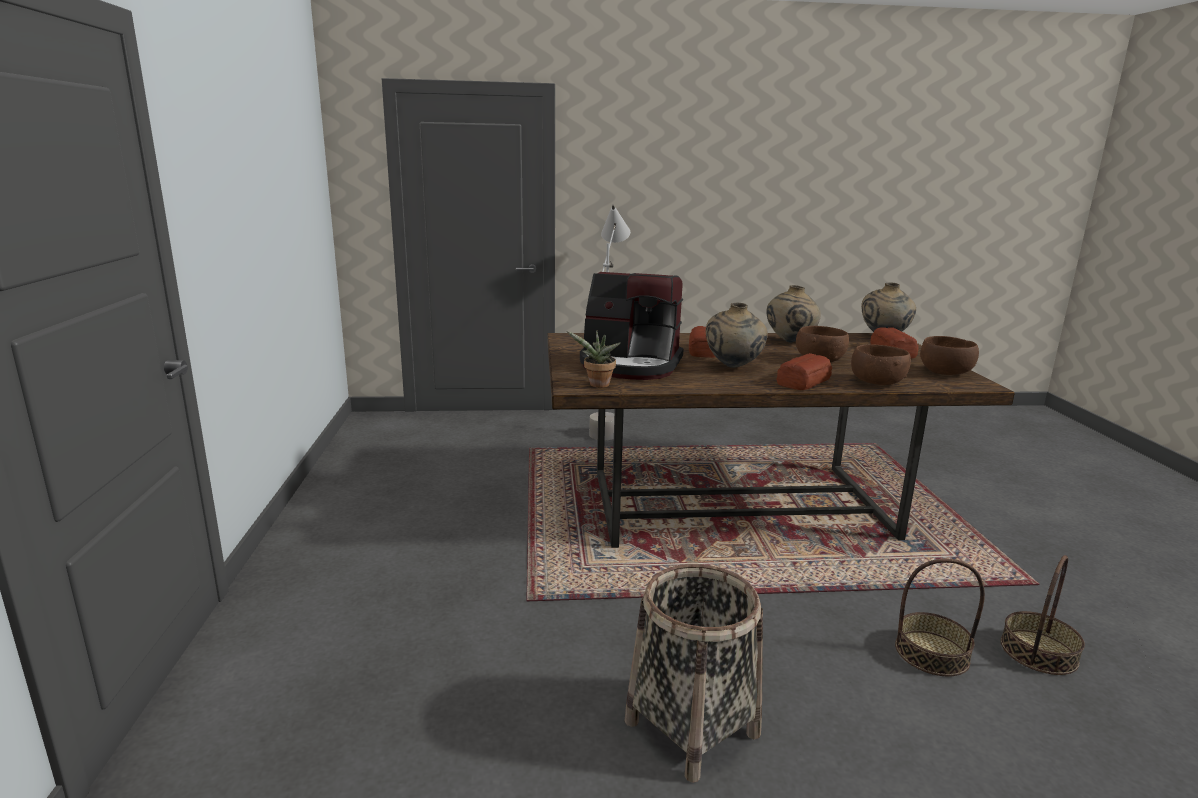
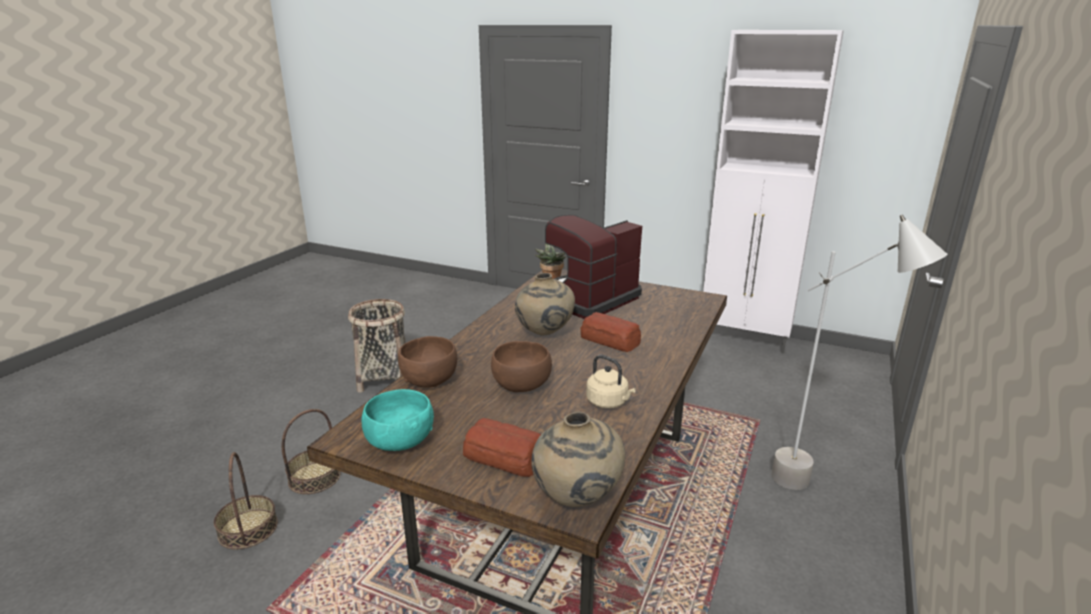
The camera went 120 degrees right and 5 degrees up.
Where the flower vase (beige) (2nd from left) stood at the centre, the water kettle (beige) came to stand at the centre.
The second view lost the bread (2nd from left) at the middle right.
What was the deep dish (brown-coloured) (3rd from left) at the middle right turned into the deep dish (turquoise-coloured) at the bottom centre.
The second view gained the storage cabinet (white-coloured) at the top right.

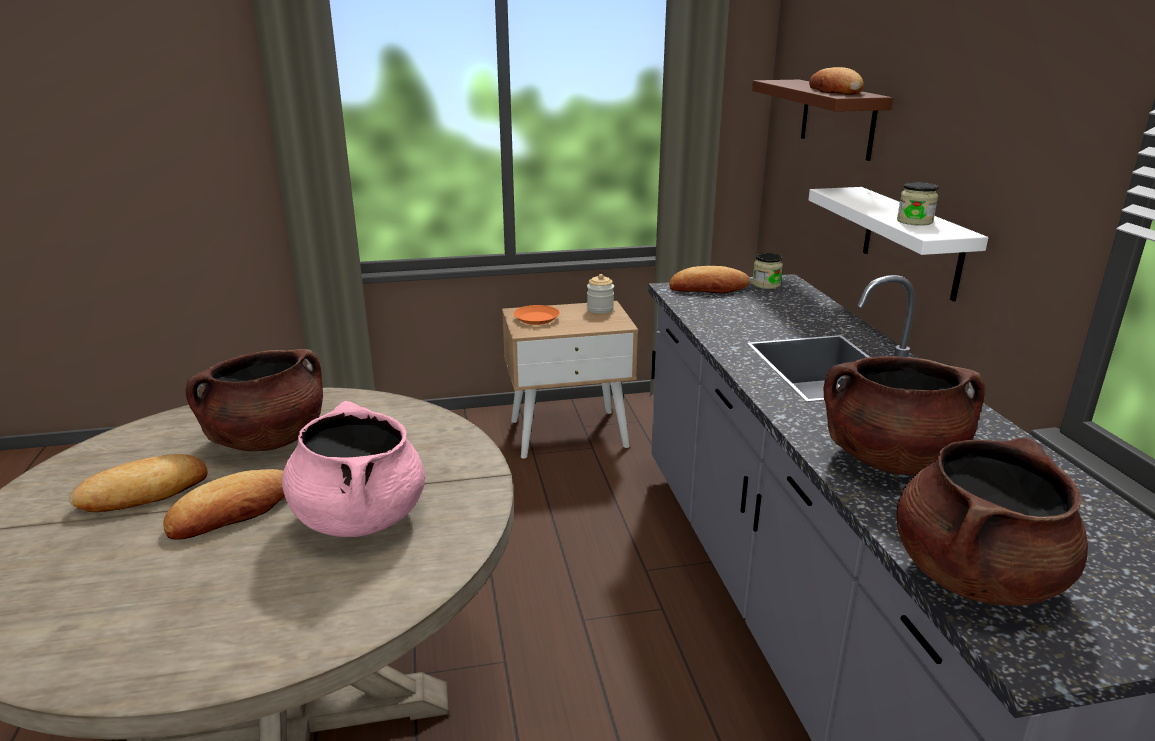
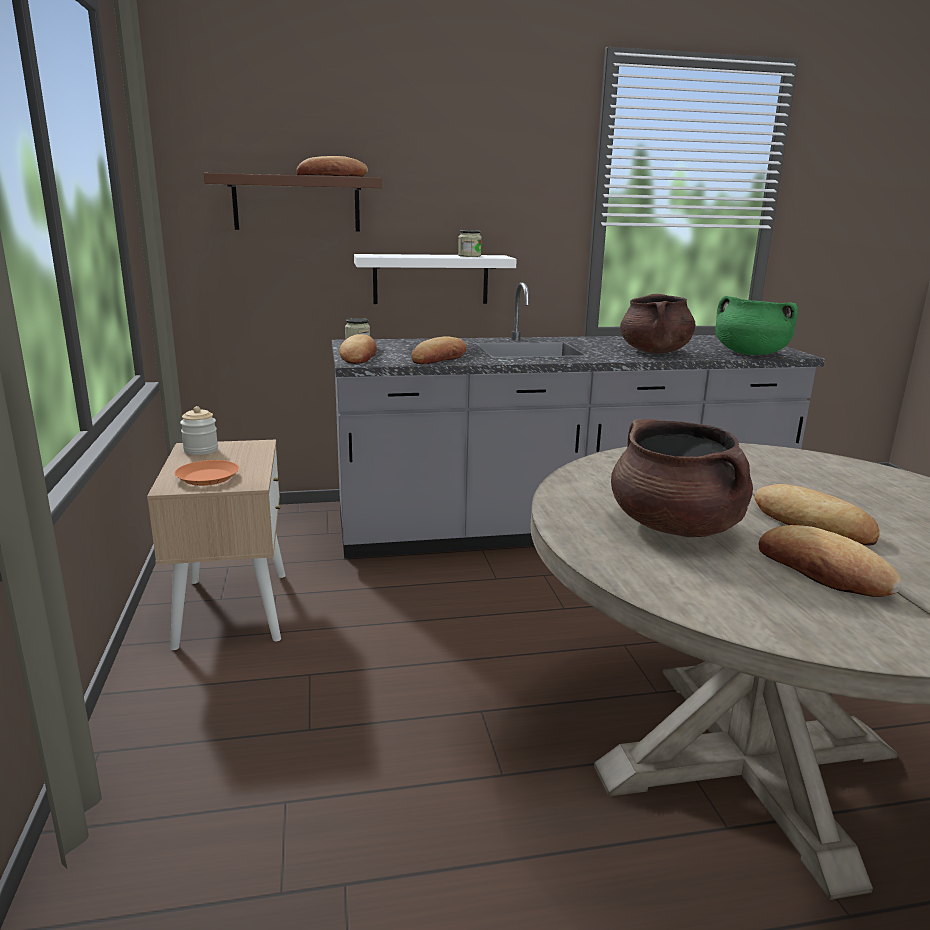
The camera went 90 degrees left and 5 degrees down.
The second view lost the stockpot (pink-coloured) at the middle left.
What was the stockpot (brown-coloured) (3rd from left) at the bottom right turned into the stockpot (greenish) at the middle right.
The second view gained the bread (3rd from left) at the centre.

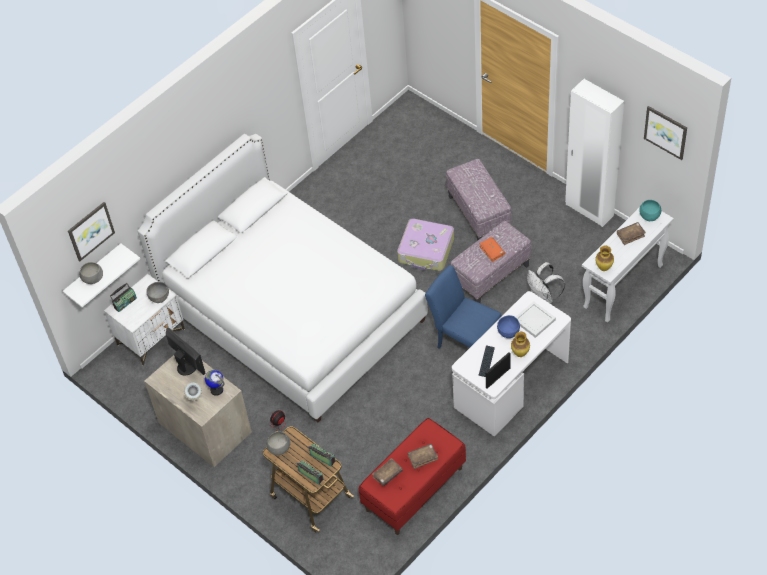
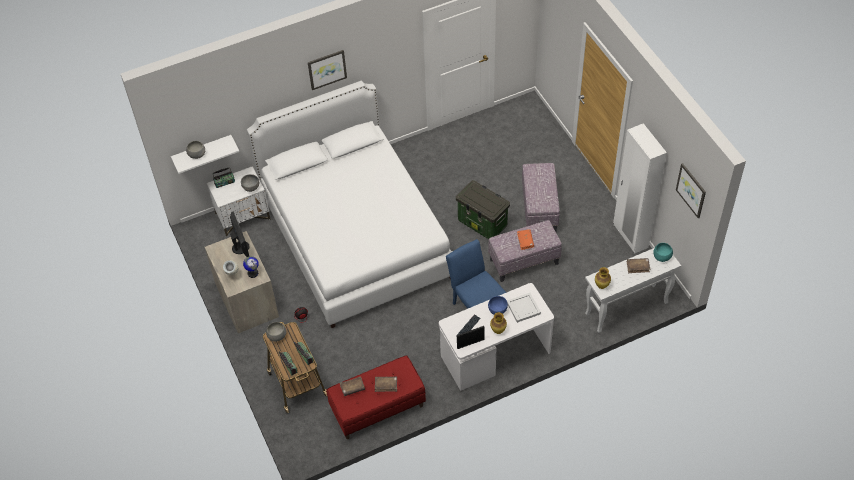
The camera went 20 degrees right and 0 degrees up.
The picture (1st from left) ended up elsewhere, having gone from the middle left to the top centre.
Where the piece of luggage stood at the centre, the storage bin came to stand at the centre.
The second view lost the backpack (white-coloured) at the middle right.

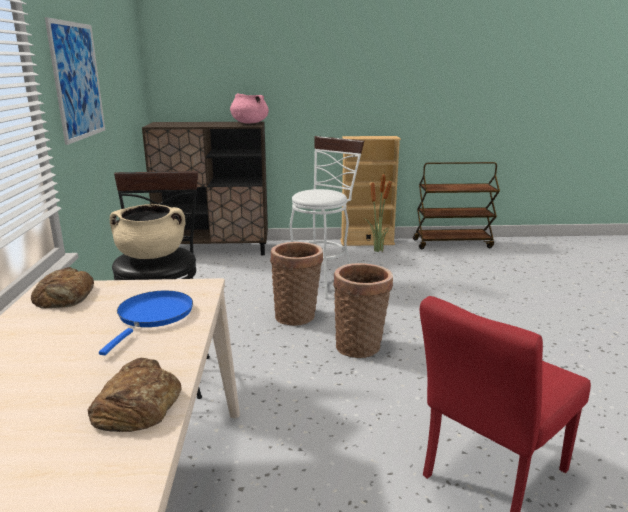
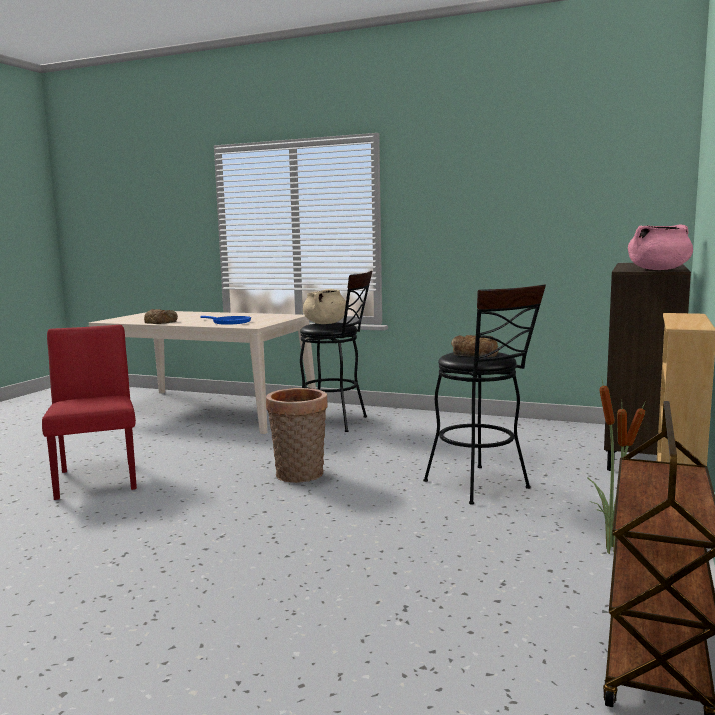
The camera went 115 degrees right and 10 degrees down.
The bread (1st from left in the first image) ended up elsewhere, having gone from the middle left to the centre.
The second view lost the picture at the top left.
The second view lost the basket (1st from left) at the centre.
What was the stool (white-coloured) at the centre turned into the stool (blackish) (2nd from left) at the middle right.

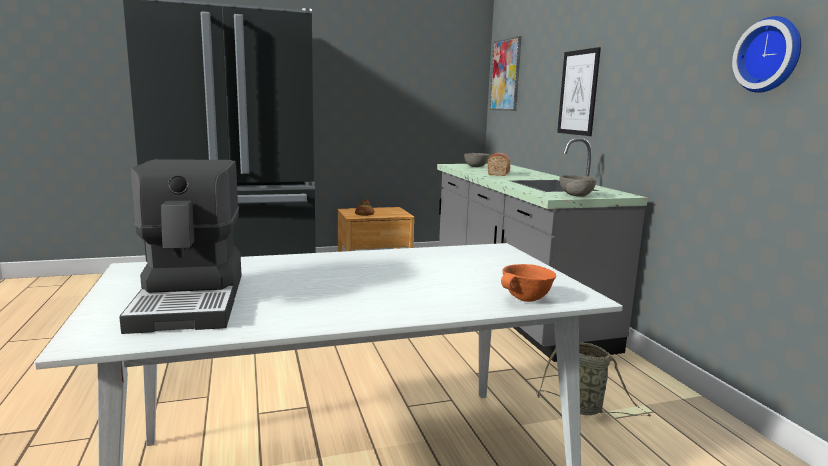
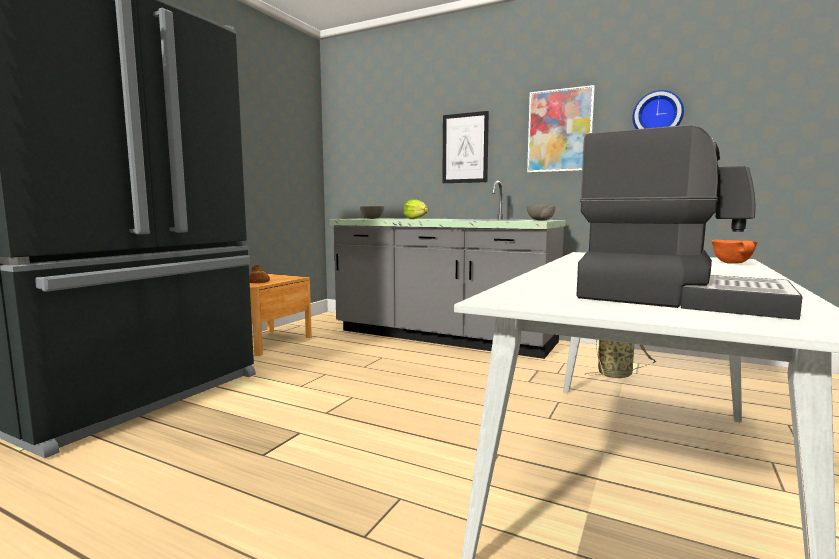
The camera went 45 degrees left and 5 degrees down.
Where the bread (2nd from left) stood at the centre, the lettuce came to stand at the centre.
The picture (1st from left in the first image) ended up elsewhere, having gone from the top centre to the top right.

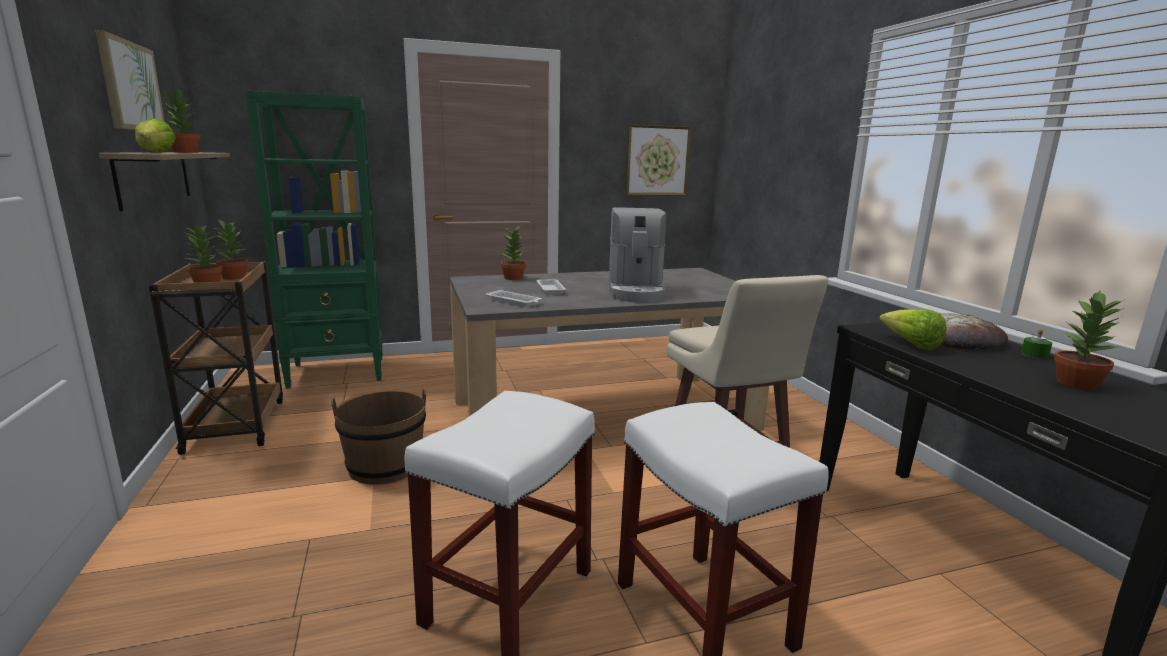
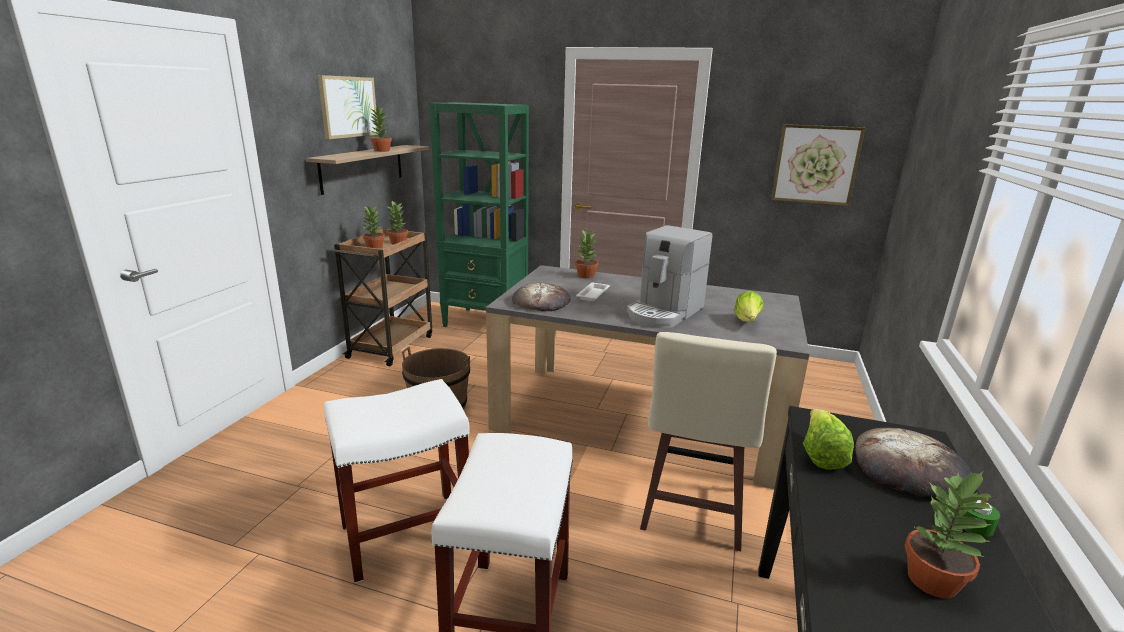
The camera went 35 degrees right and 5 degrees up.
The lettuce (1st from left) ended up elsewhere, having gone from the top left to the centre.
Where the carrying tray (white-coloured) (1st from left) stood at the centre, the bread (1st from left) came to stand at the centre.

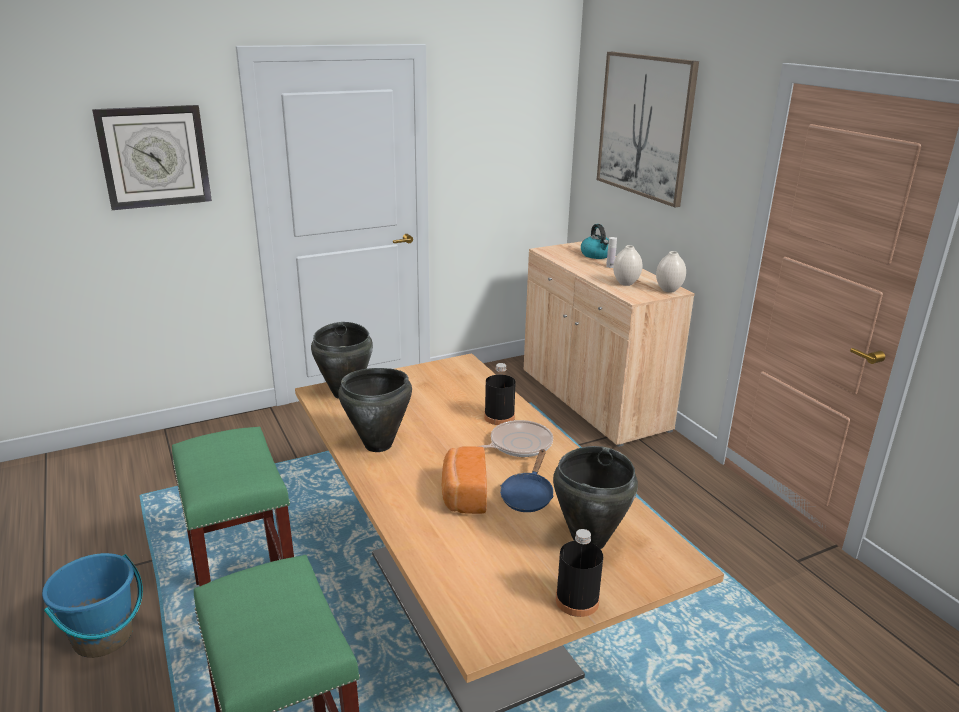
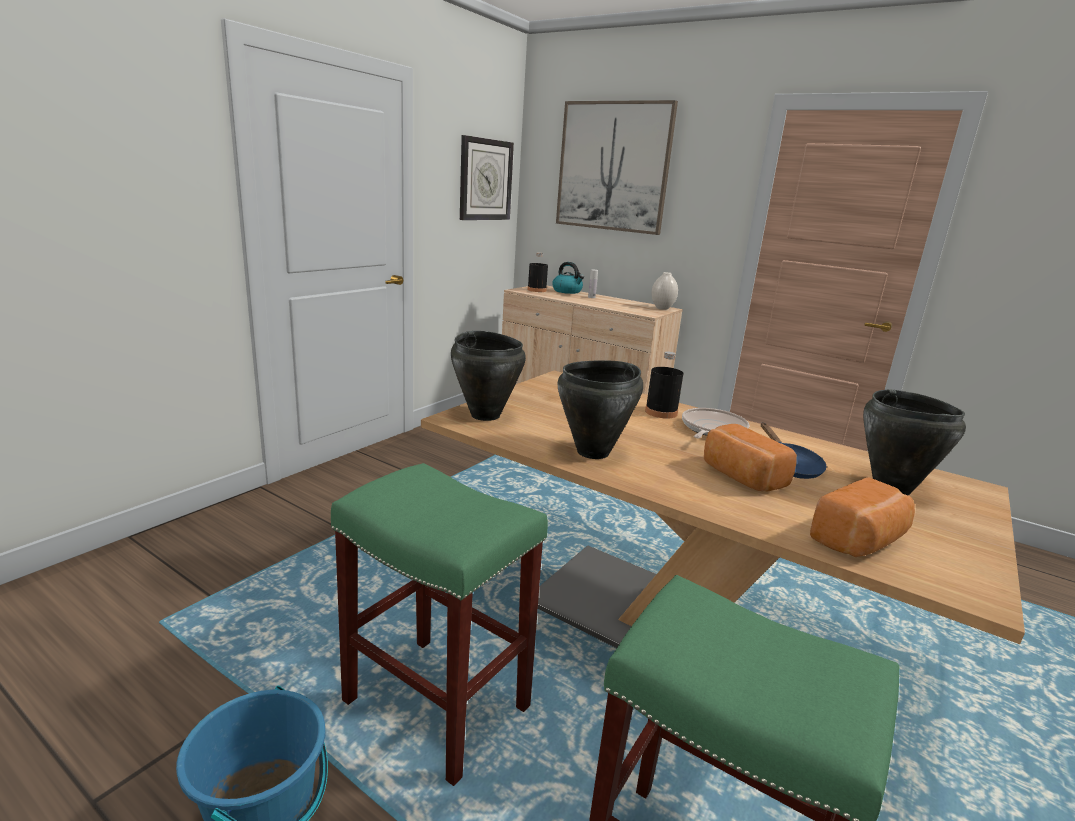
The camera went 30 degrees left and 5 degrees down.
The hanging clock ended up elsewhere, having gone from the top left to the top centre.
The drink bottle (blackish) (2nd from left in the first image) ended up elsewhere, having gone from the bottom centre to the top centre.
The second view lost the flower vase (white-coloured) (1st from left) at the centre.
The second view gained the bread (2nd from left) at the middle right.

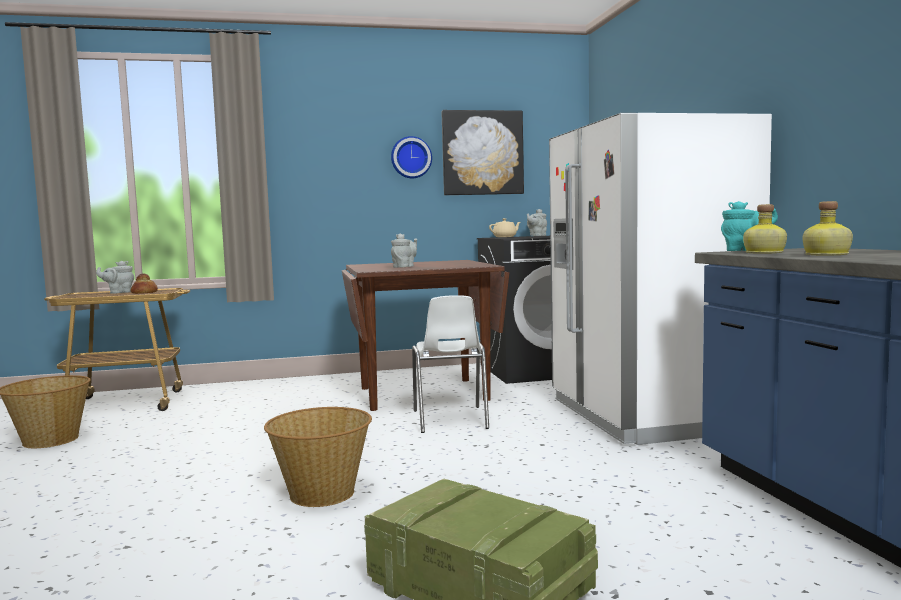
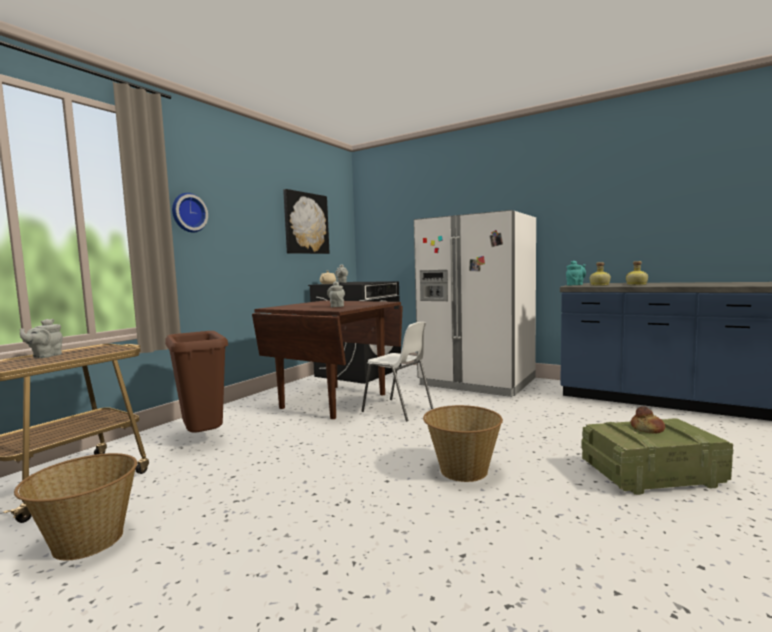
The camera went 45 degrees left and 0 degrees up.
The bread ended up elsewhere, having gone from the middle left to the middle right.
The hanging clock ended up elsewhere, having gone from the top centre to the middle left.
The second view gained the waste bin (brown-coloured) at the middle left.

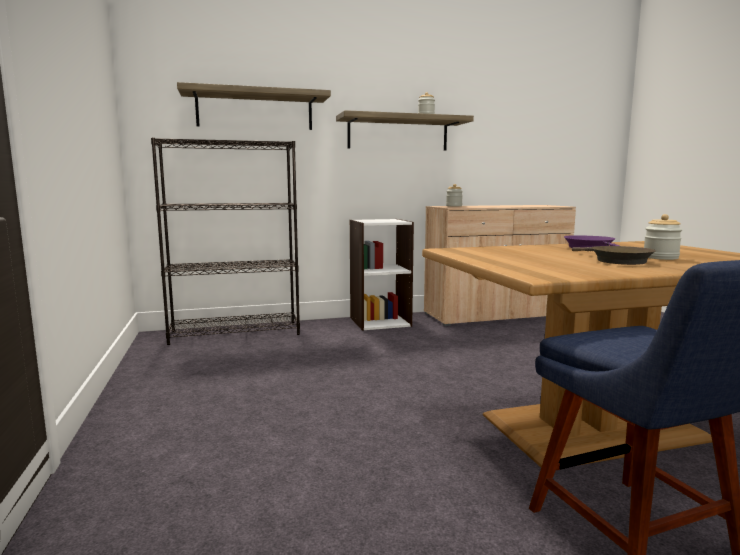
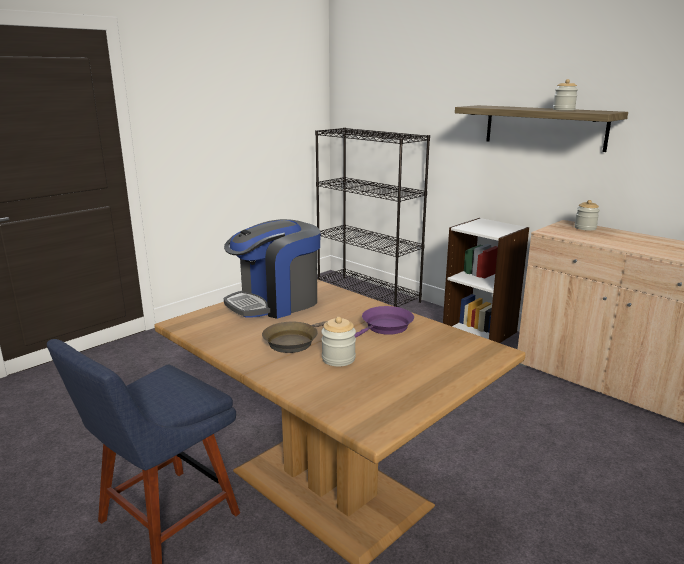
The camera went 60 degrees right and 10 degrees up.
The second view lost the wall shelf (1st from left) at the top centre.
The second view gained the coffee machine at the centre.

